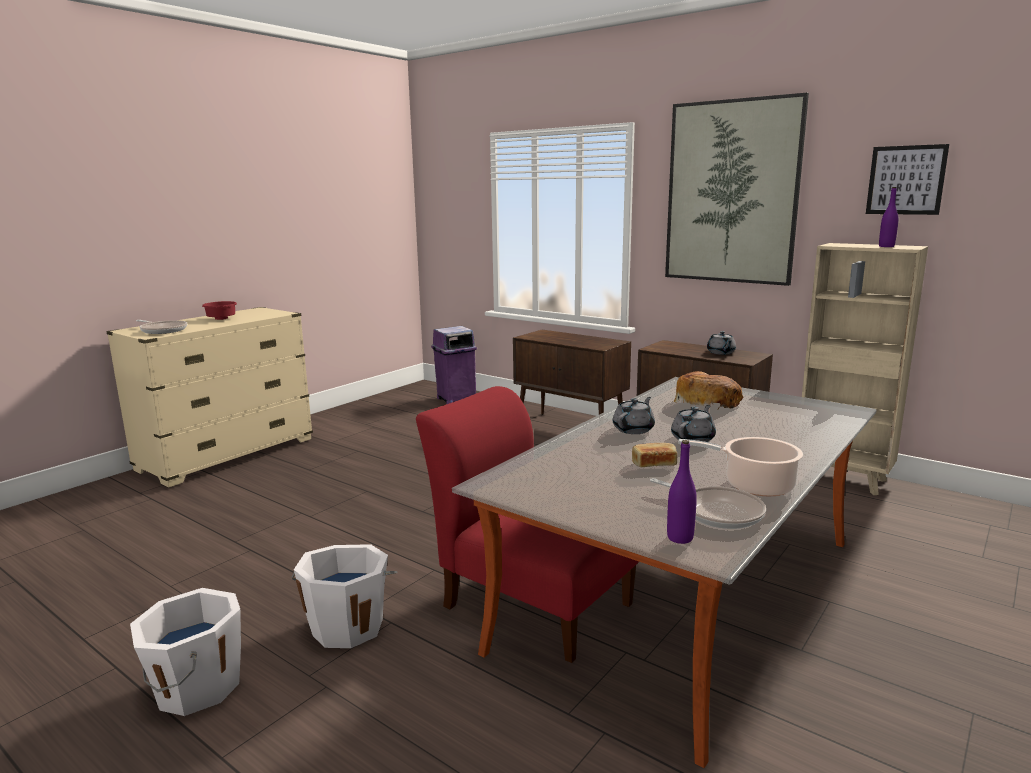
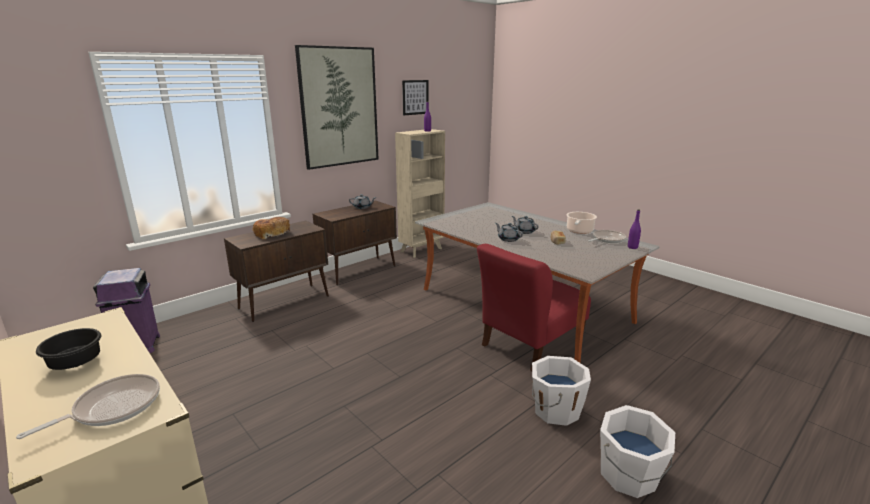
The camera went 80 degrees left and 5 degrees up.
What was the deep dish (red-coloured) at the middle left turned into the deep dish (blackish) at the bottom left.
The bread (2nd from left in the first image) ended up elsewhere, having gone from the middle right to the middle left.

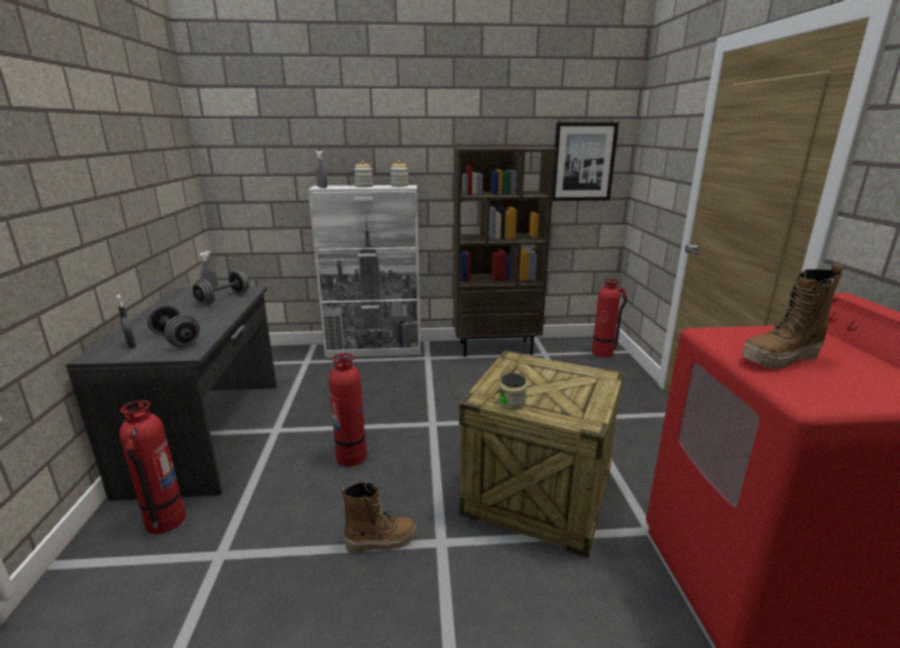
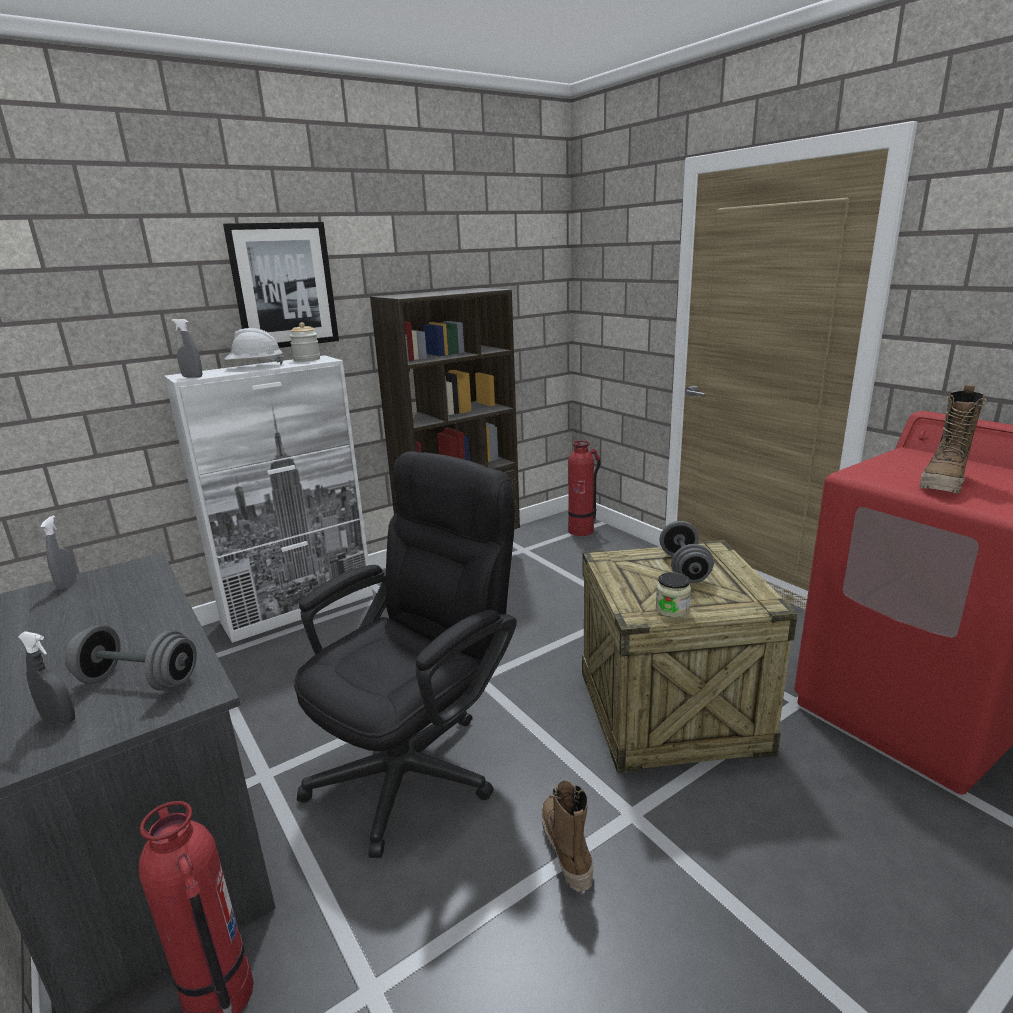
The camera went 30 degrees left and 0 degrees up.
The free weight (greyish) (2nd from left) ended up elsewhere, having gone from the middle left to the middle right.
Where the extinguisher (2nd from left) stood at the centre, the computer chair (blackish) came to stand at the centre.
The boot (1st from left) at the bottom centre ended up facing another way, 60 degrees counterclockwise from before.
Where the preserve jar (1st from left) stood at the top centre, the hard hat (white-coloured) came to stand at the middle left.
The picture ended up elsewhere, having gone from the top centre to the top left.

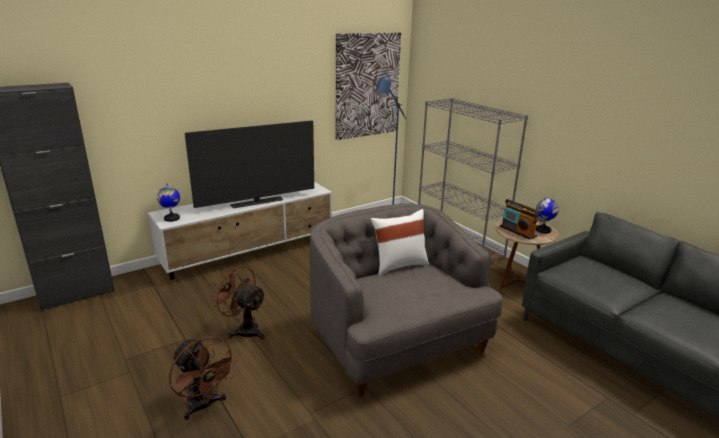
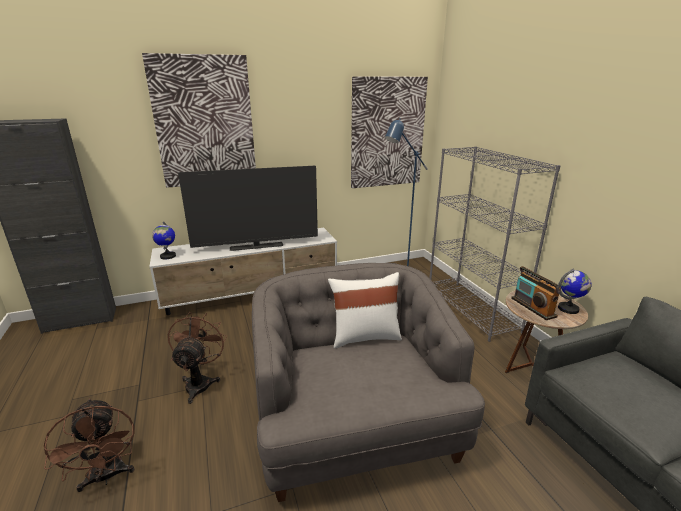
The camera went 15 degrees right and 0 degrees up.
The cooling fan (brown-coloured) (2nd from left) at the bottom left ended up facing another way, 45 degrees clockwise from before.
The second view gained the picture (1st from left) at the top left.

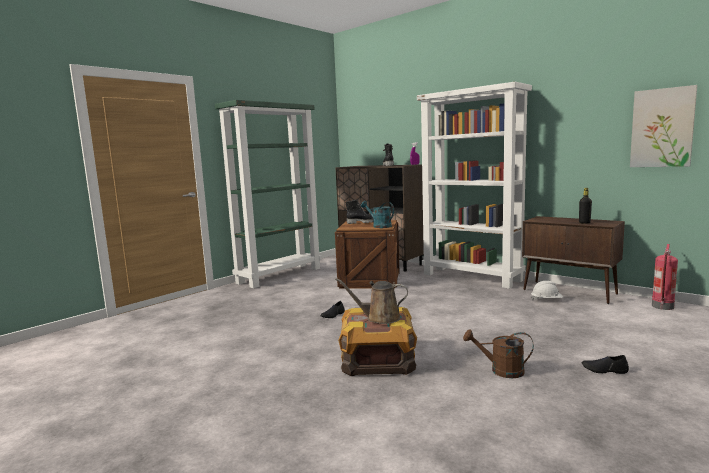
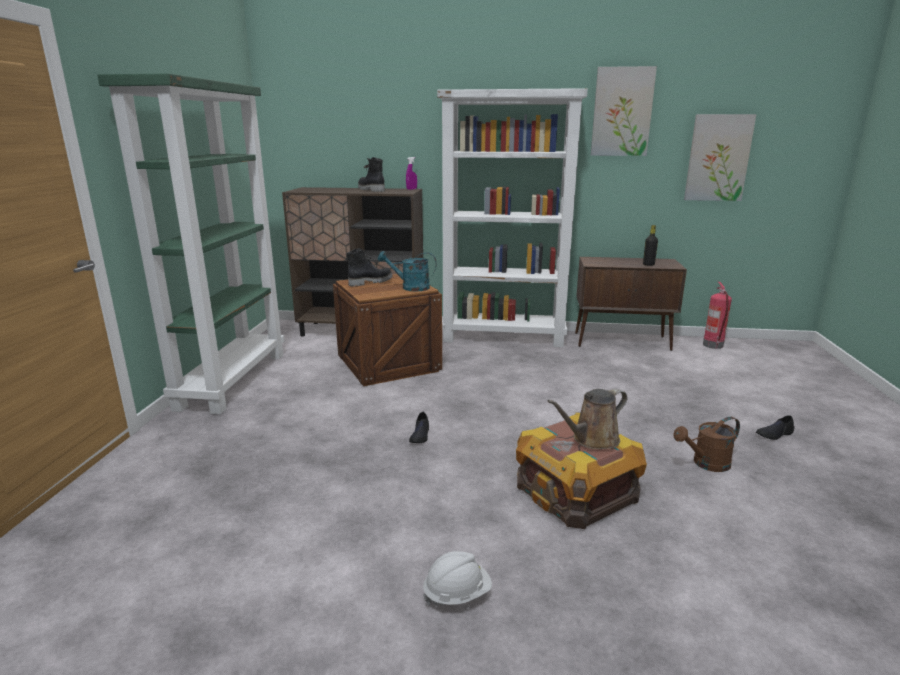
The camera went 35 degrees left and 10 degrees up.
The hard hat (white-coloured) ended up elsewhere, having gone from the middle right to the bottom centre.
The second view gained the picture (1st from left) at the top right.

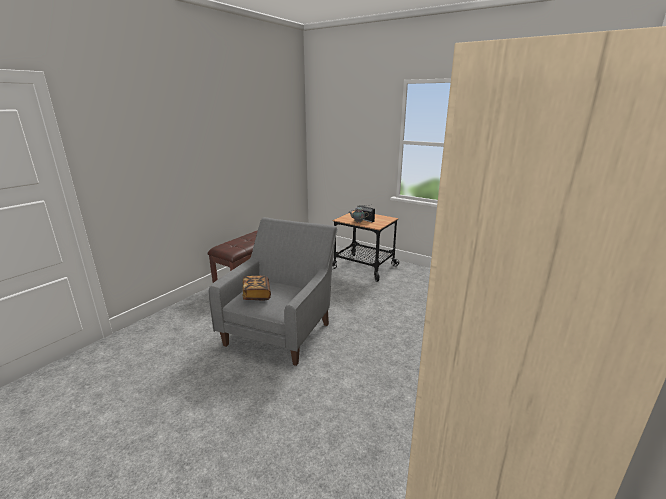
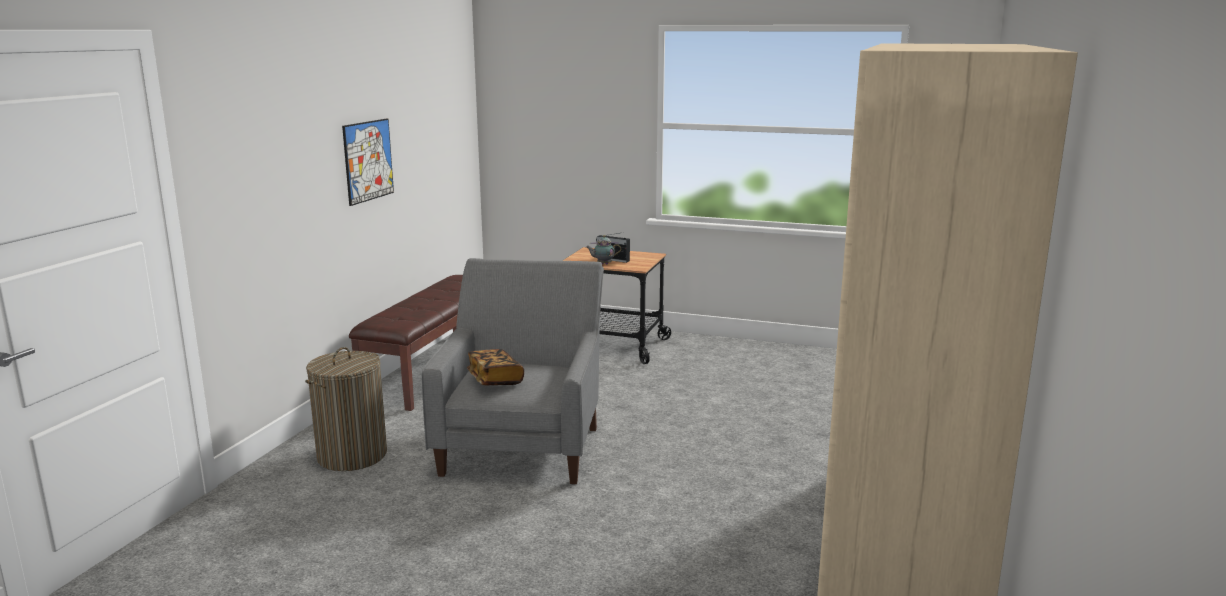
The camera went 15 degrees left and 5 degrees down.
The second view gained the laundry basket at the bottom left.
The second view gained the picture at the top left.

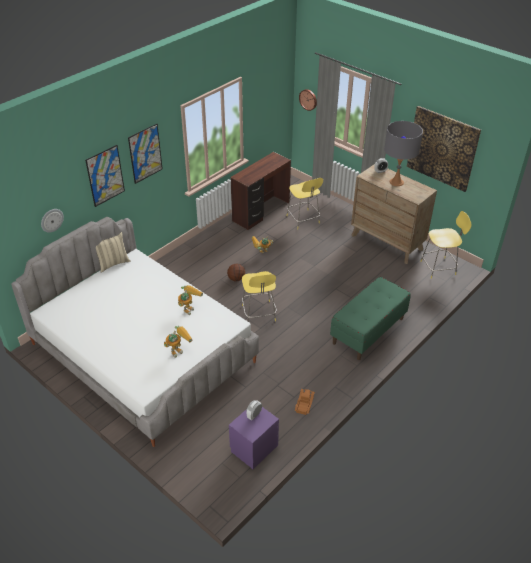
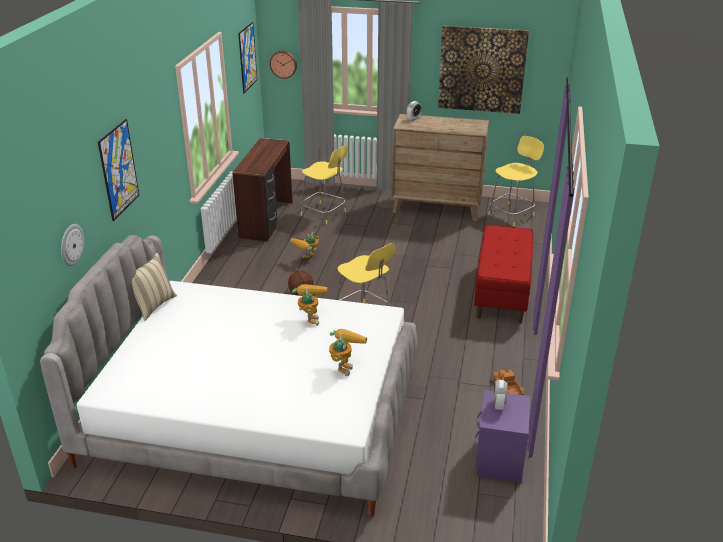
The camera went 30 degrees left and 10 degrees down.
The picture (2nd from left) ended up elsewhere, having gone from the top left to the top centre.
What was the indoor bench (greenish) at the middle right turned into the indoor bench (red-coloured) at the middle right.
The second view lost the lamp for a table (greyish) at the top right.

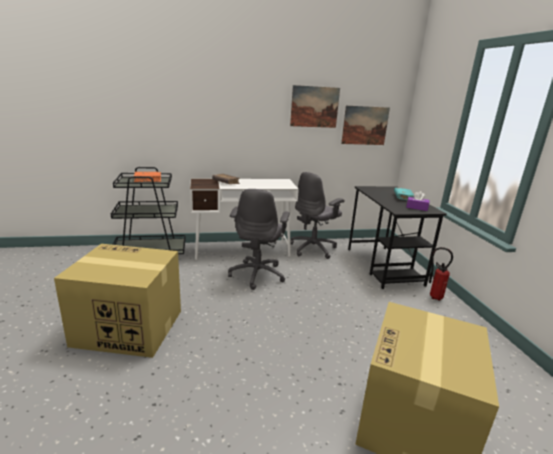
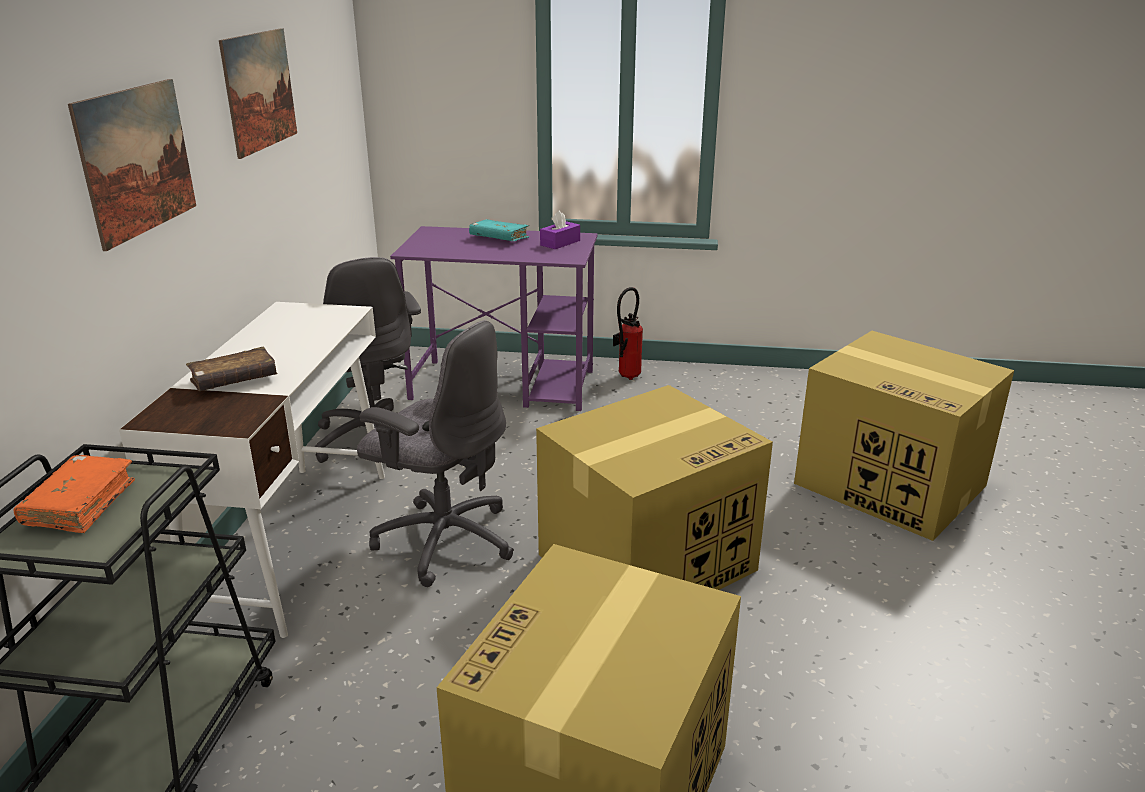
The camera went 70 degrees left and 5 degrees up.
The picture (2nd from left in the first image) ended up elsewhere, having gone from the top centre to the top left.
What was the desk table (blackish) at the middle right turned into the desk table (purple-coloured) at the centre.
The second view gained the cardboard box (2nd from left) at the centre.

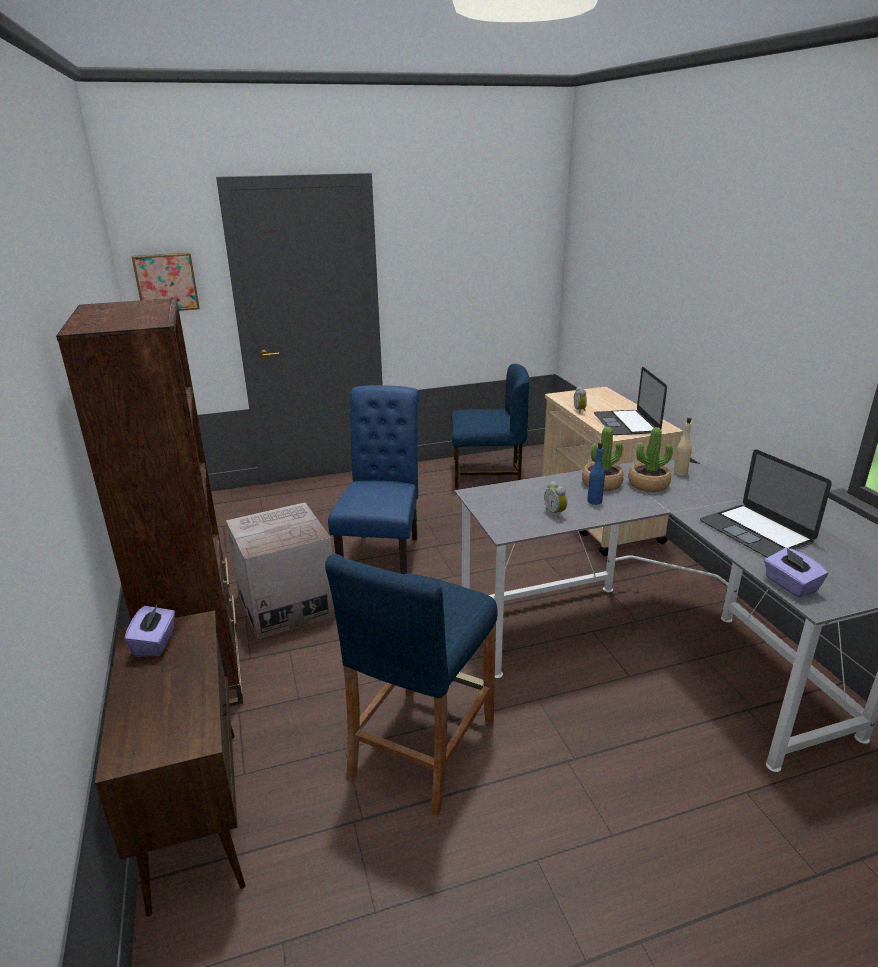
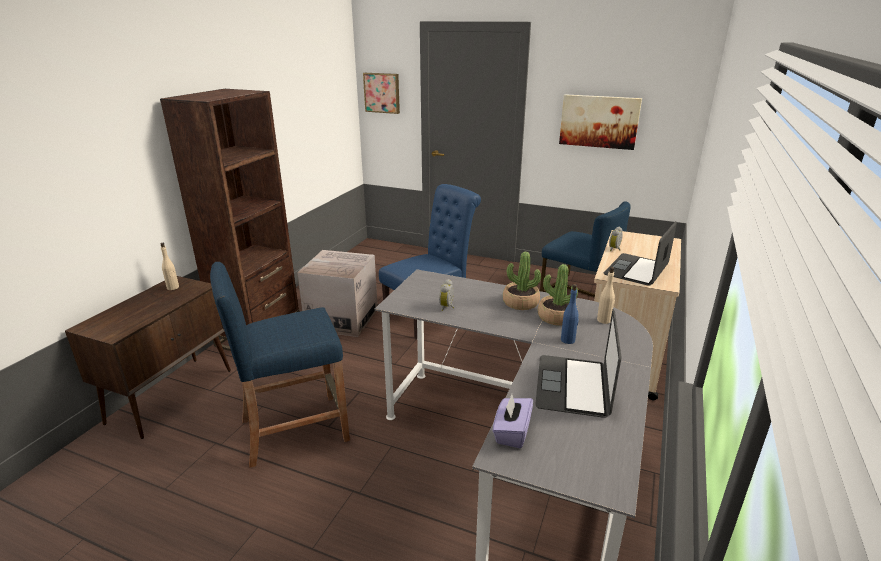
The camera went 40 degrees right and 0 degrees up.
Where the tissue box (purple-coloured) (1st from left) stood at the middle left, the drink bottle (beige) (1st from left) came to stand at the middle left.
The drink bottle (blue-coloured) ended up elsewhere, having gone from the middle right to the centre.
The second view gained the picture (2nd from left) at the top right.

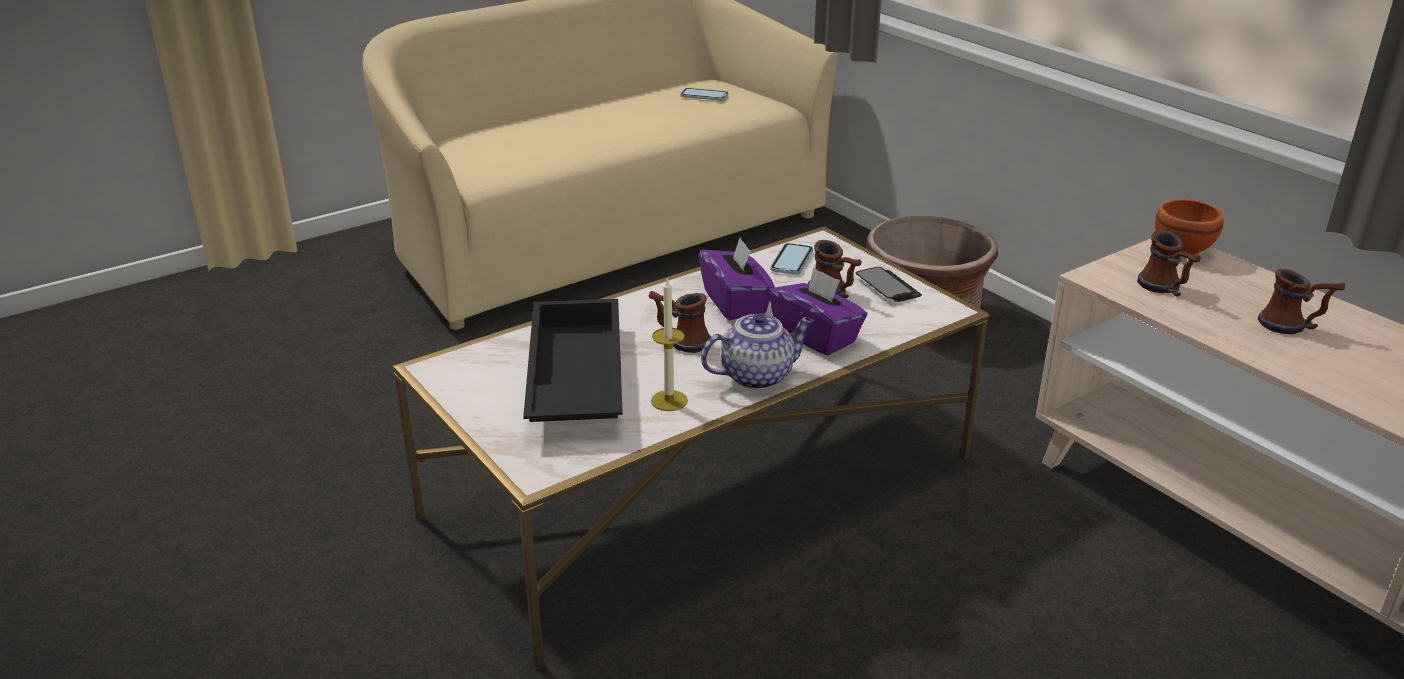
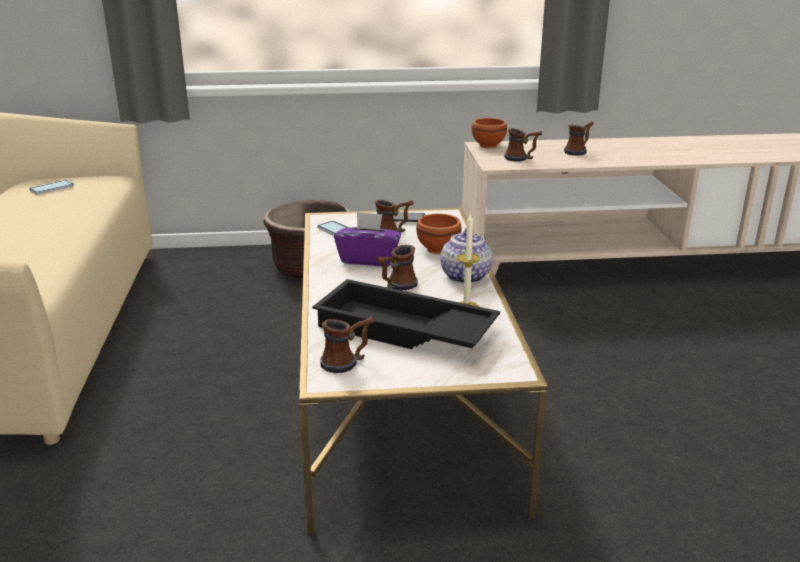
The camera went 60 degrees left and 5 degrees down.
Where the tissue box (purple-coloured) (2nd from left) stood at the centre, the deep dish (brown-coloured) (1st from left) came to stand at the centre.
The second view gained the coffee mug (1st from left) at the centre.

